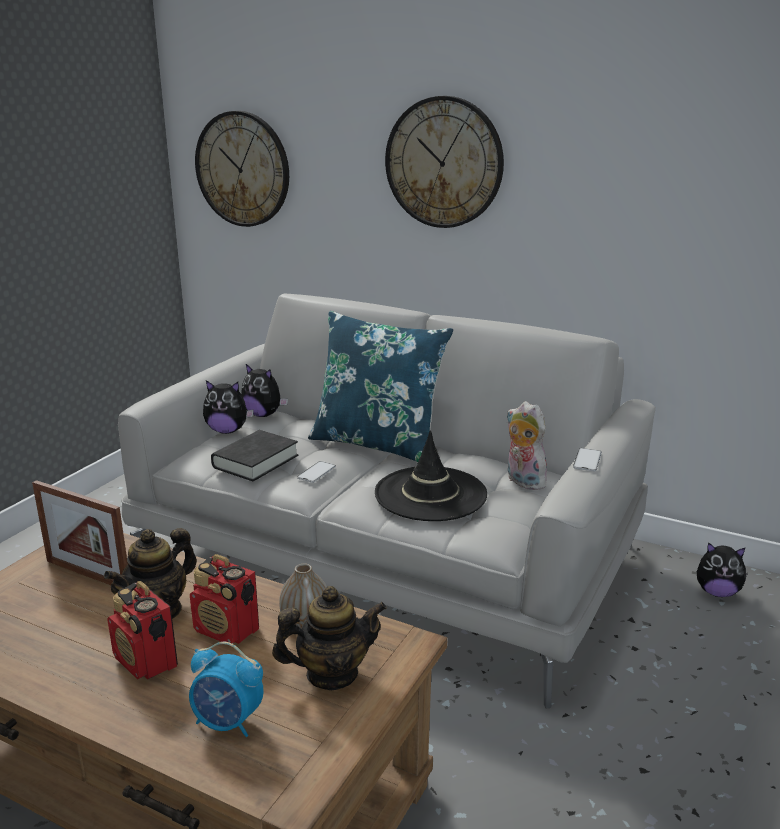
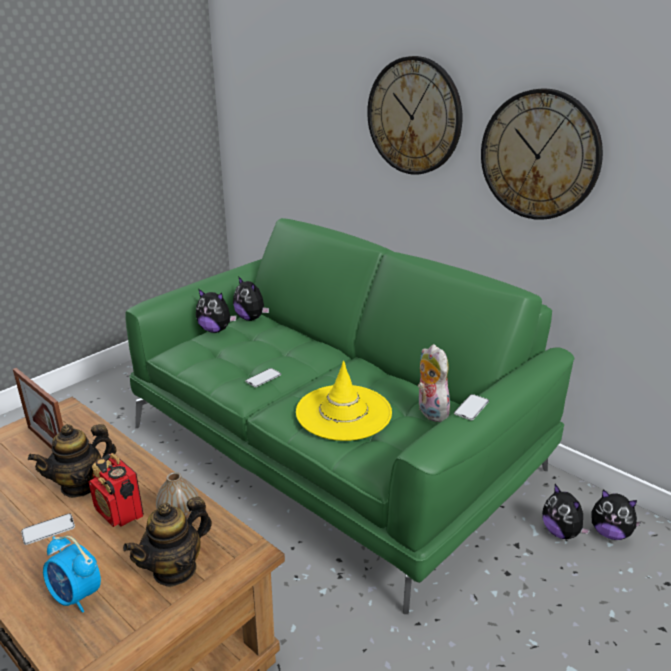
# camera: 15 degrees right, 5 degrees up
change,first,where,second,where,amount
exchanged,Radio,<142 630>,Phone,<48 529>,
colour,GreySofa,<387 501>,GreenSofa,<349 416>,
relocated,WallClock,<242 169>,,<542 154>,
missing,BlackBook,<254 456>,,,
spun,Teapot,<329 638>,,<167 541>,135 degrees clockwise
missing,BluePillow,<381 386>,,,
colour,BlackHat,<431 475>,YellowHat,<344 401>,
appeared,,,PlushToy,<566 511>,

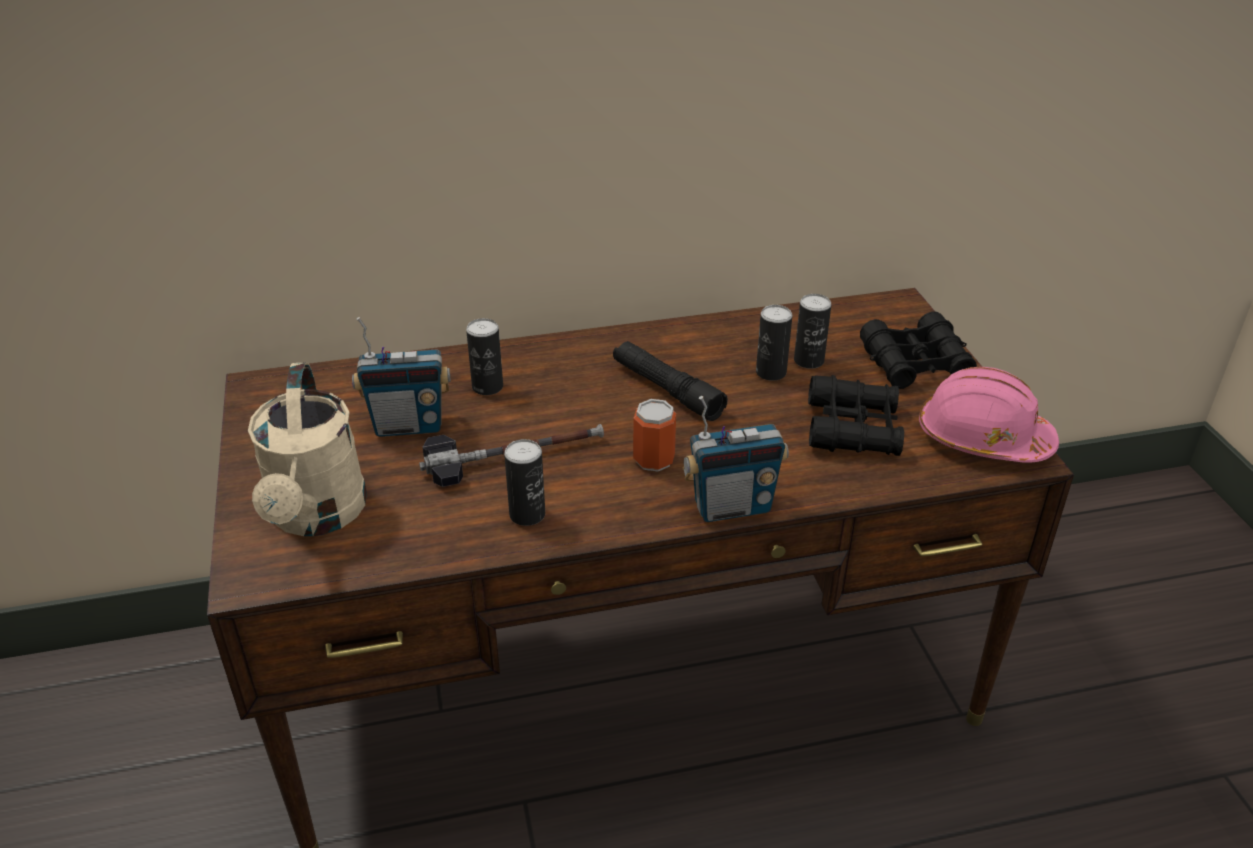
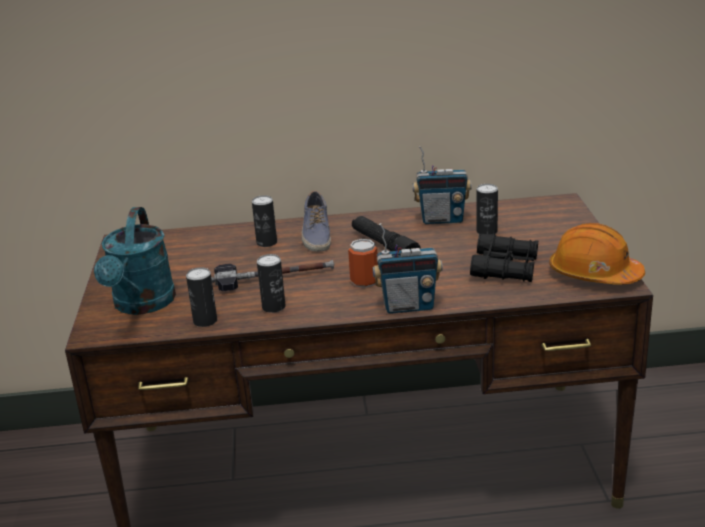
# camera: 10 degrees right, 10 degrees down
change,first,where,second,where,amount
colour,BeigeWateringCan,<307 449>,TurquoiseWateringCan,<135 261>,
relocated,Radio,<401 377>,,<442 185>,
relocated,Can,<774 343>,,<201 297>,
missing,BlackBinoculars,<918 350>,,,
colour,PinkHardHat,<989 415>,OrangeHardHat,<597 254>,
appeared,,,Shoe,<316 221>,

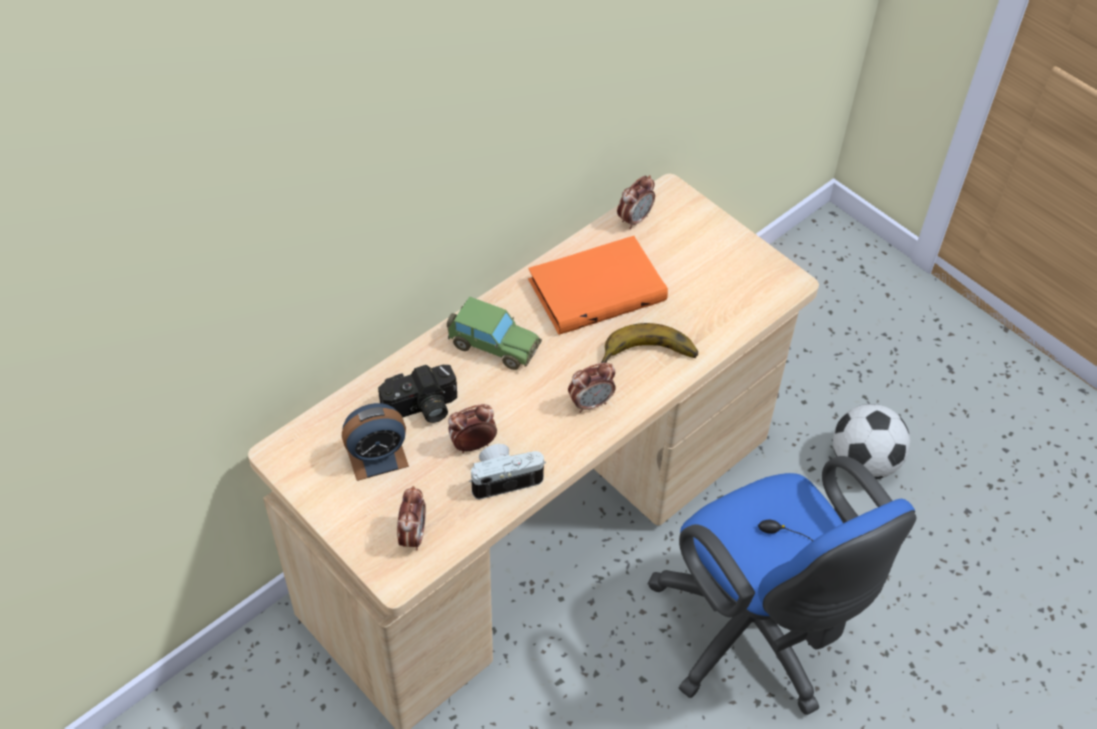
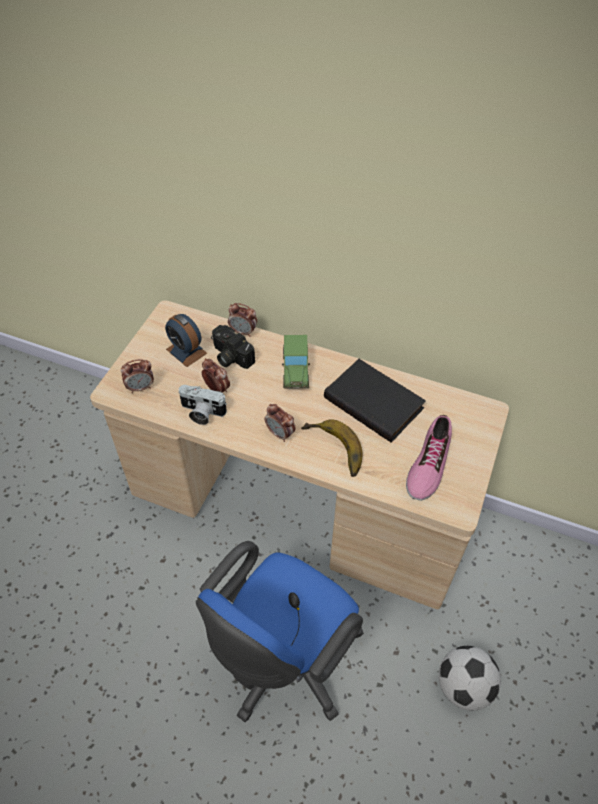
# camera: 65 degrees right, 0 degrees up
change,first,where,second,where,amount
spun,PhotoCamera,<507 472>,,<202 405>,150 degrees clockwise
colour,OrangeBook,<598 285>,BlackBook,<375 401>,
relocated,AlarmClock,<636 202>,,<242 320>,
appeared,,,Shoe,<429 458>,

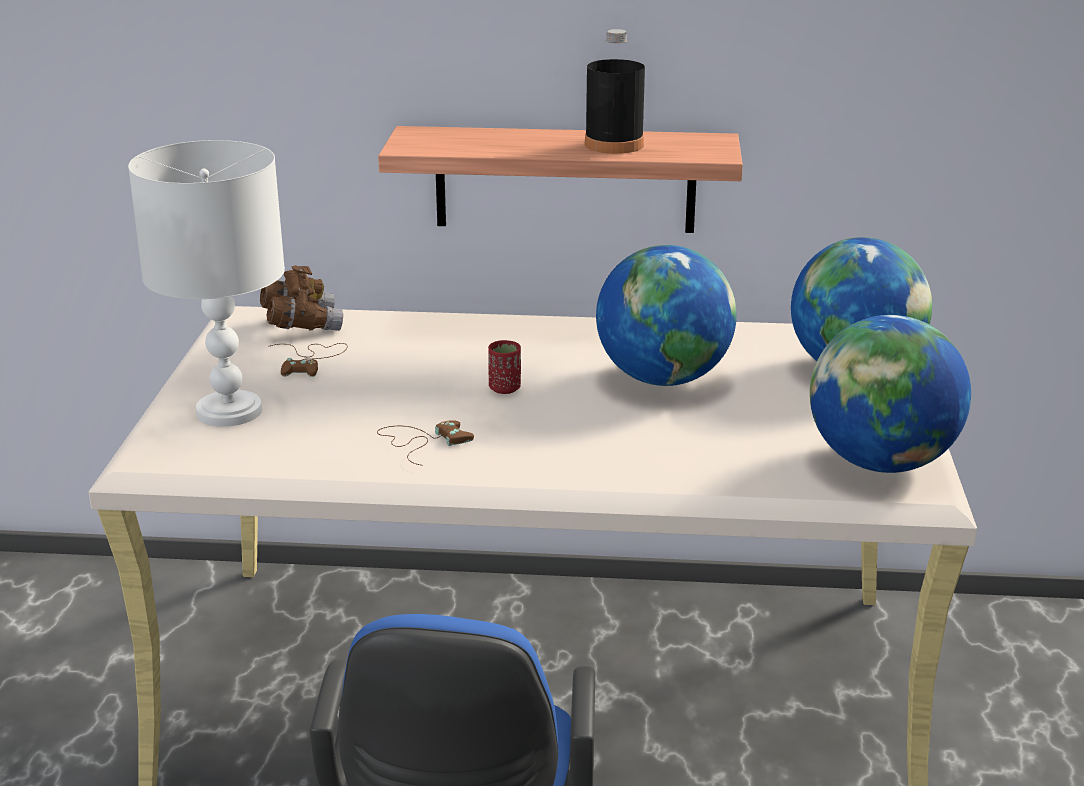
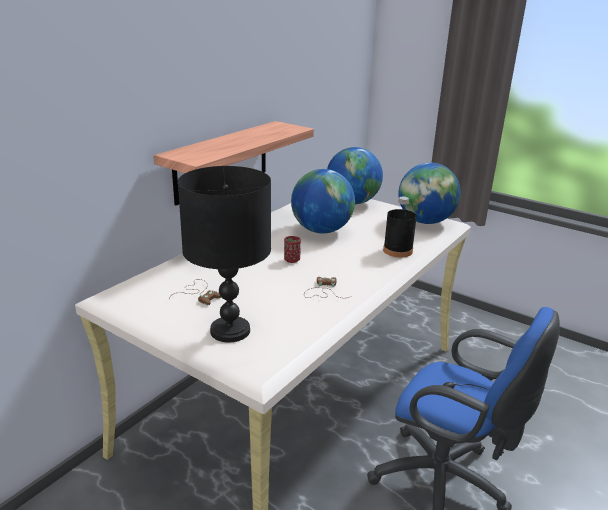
# camera: 60 degrees left, 0 degrees up
change,first,where,second,where,amount
colour,WhiteTableLamp,<206 283>,BlackTableLamp,<224 254>,
missing,BrownBinoculars,<301 298>,,,
relocated,BlackBottle,<615 91>,,<400 227>,

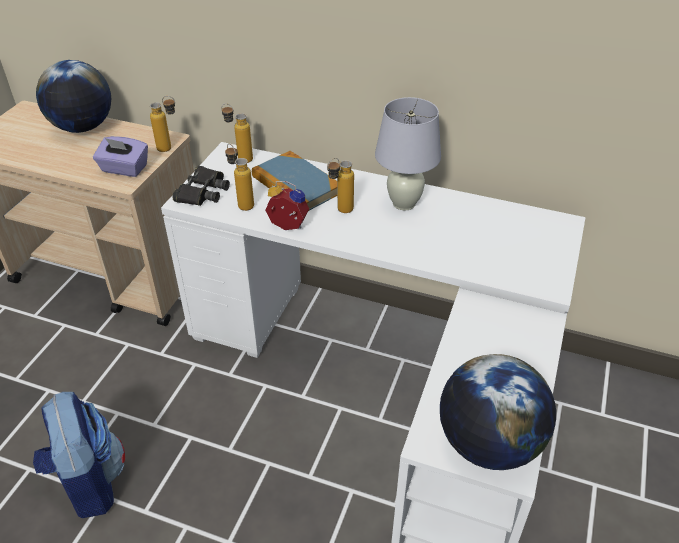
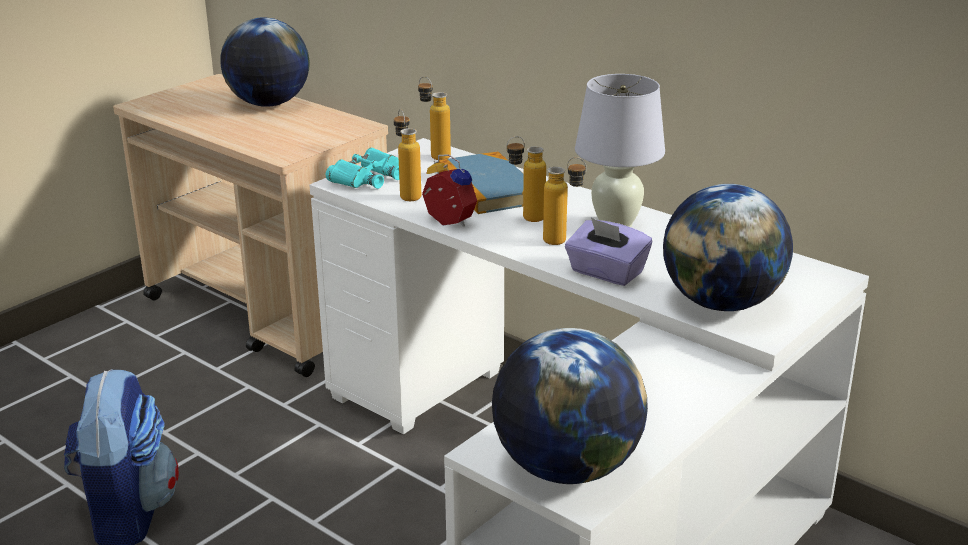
# camera: 20 degrees right, 15 degrees down
change,first,where,second,where,amount
relocated,PurpleTissueBox,<120 156>,,<608 252>,
relocated,Bottle,<162 124>,,<565 201>,
colour,BlackBinoculars,<201 186>,TurquoiseBinoculars,<362 168>,
appeared,,,Globe,<728 247>,

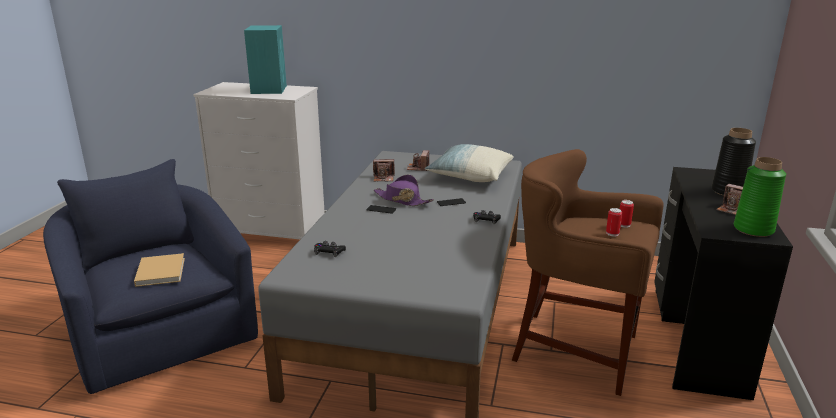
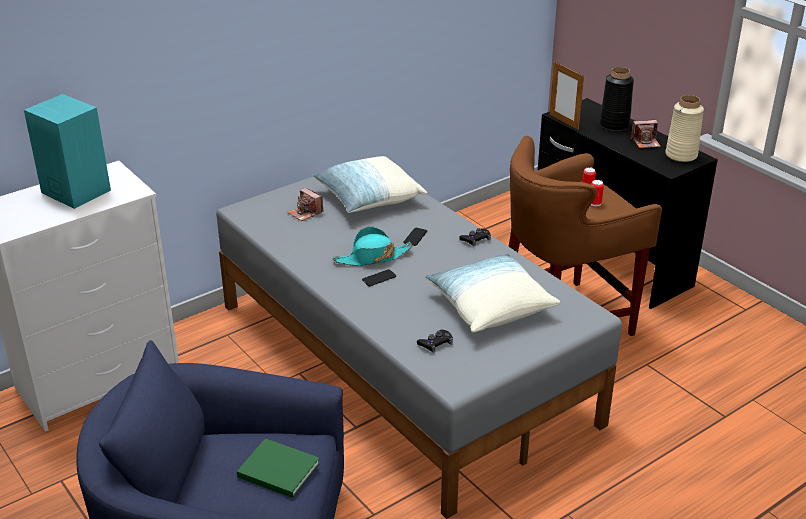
# camera: 50 degrees left, 10 degrees up
change,first,where,second,where,amount
colour,BeigeBook,<159 270>,GreenBook,<278 468>,
missing,PhotoCamera,<384 170>,,,
colour,PurpleHat,<404 190>,TurquoiseHat,<373 246>,
colour,GreenVase,<760 197>,BeigeVase,<684 128>,
appeared,,,Pillow,<492 292>,
appeared,,,PictureFrame,<567 96>,

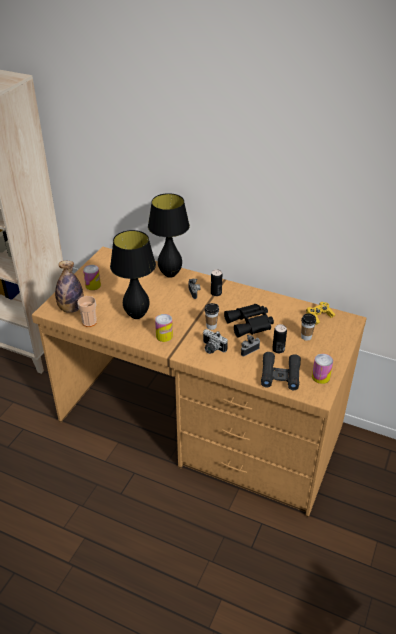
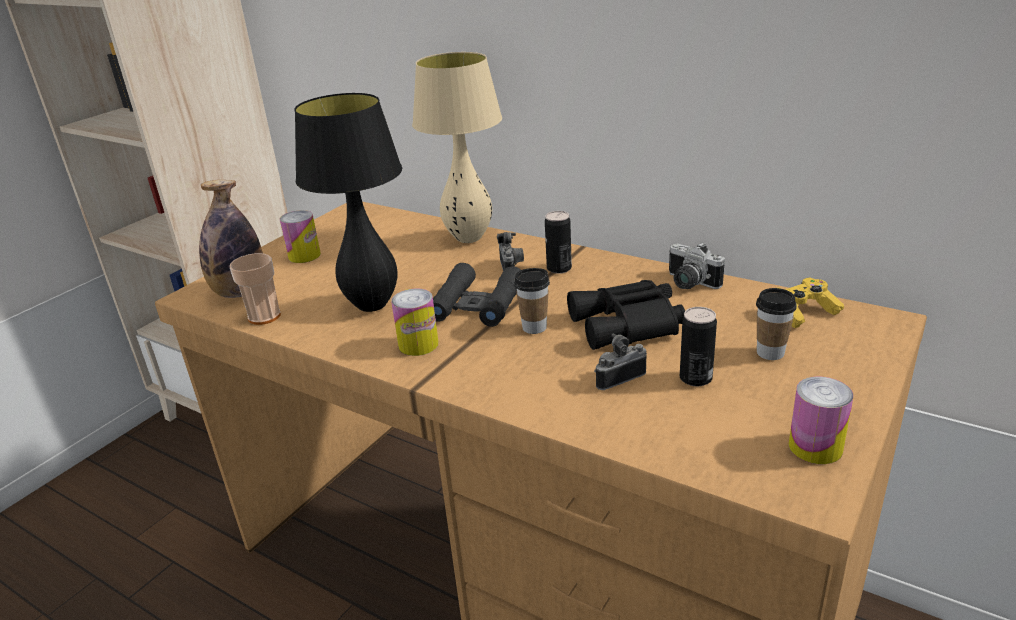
# camera: 10 degrees right, 10 degrees down
change,first,where,second,where,amount
colour,BlackTableLamp,<169 235>,BeigeTableLamp,<457 147>,
relocated,PhotoCamera,<215 341>,,<697 265>,
relocated,BlackBinoculars,<281 371>,,<477 295>,

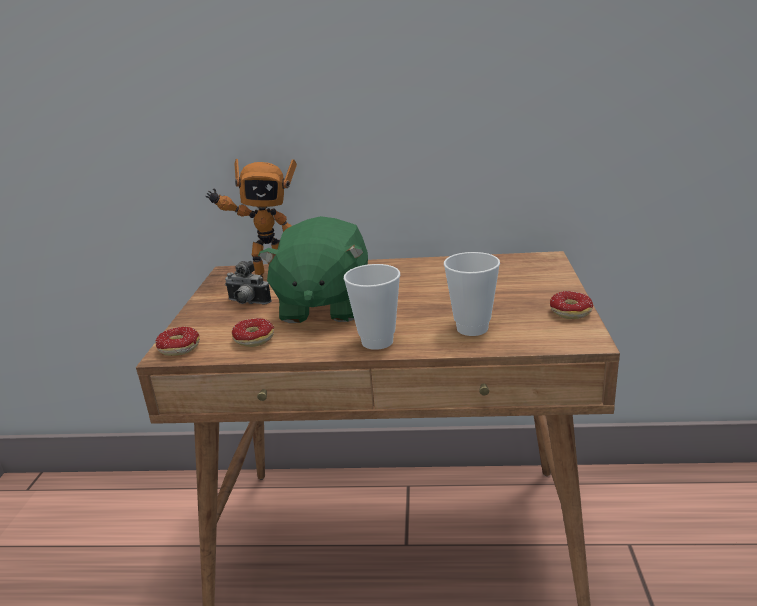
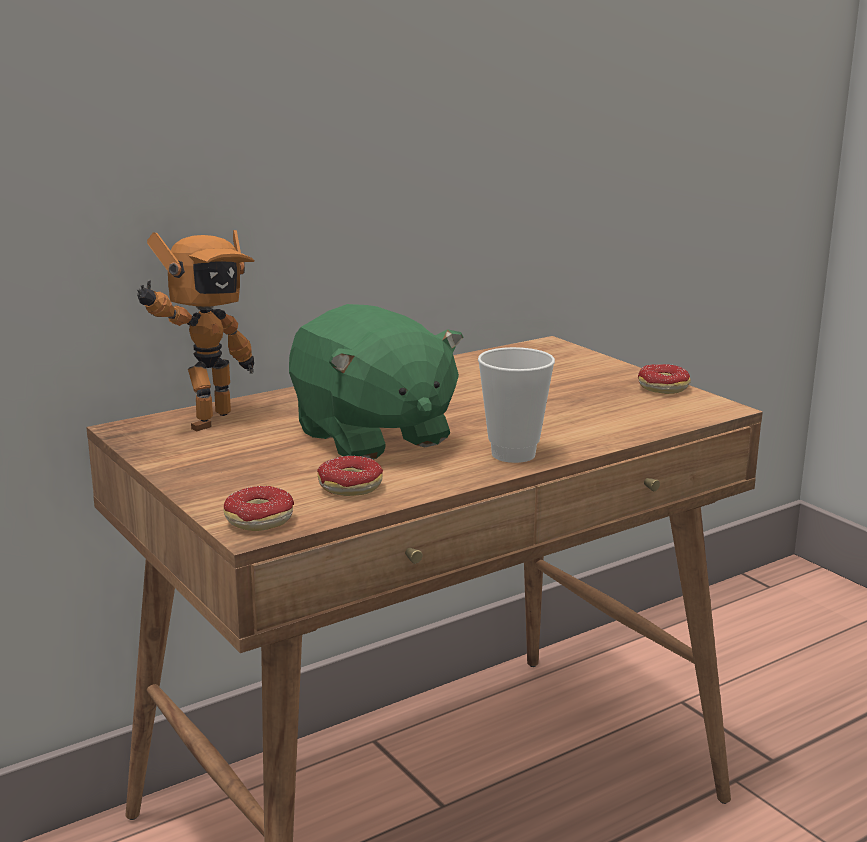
# camera: 40 degrees left, 5 degrees down
change,first,where,second,where,amount
missing,PhotoCamera,<248 283>,,,
missing,Cup,<472 294>,,,

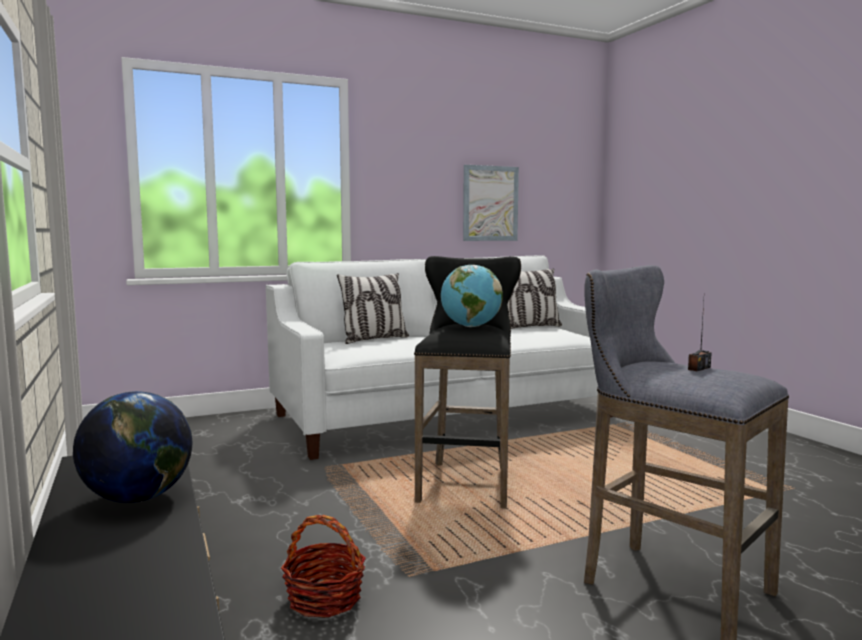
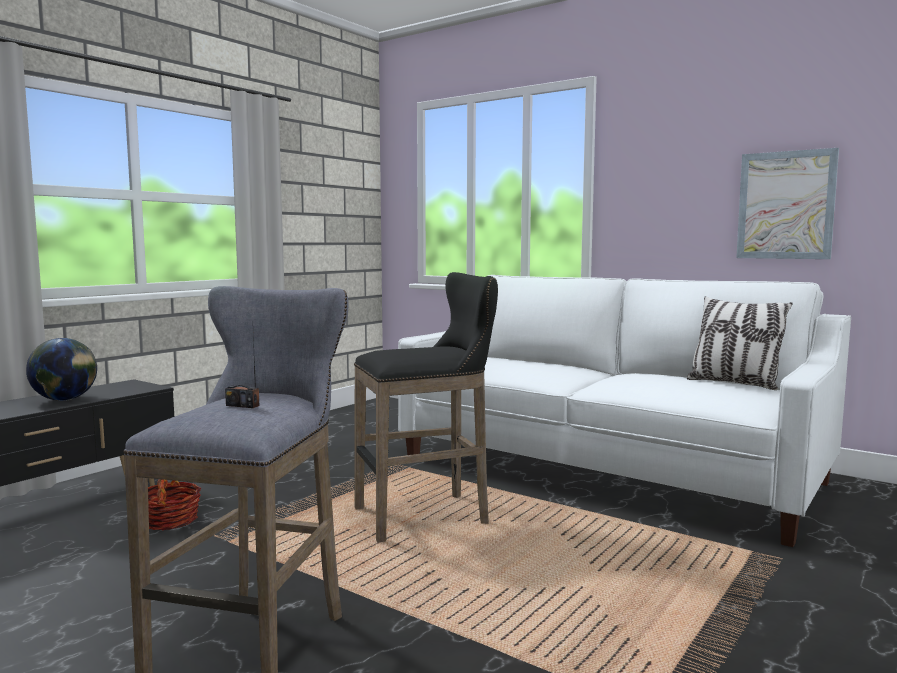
# camera: 60 degrees right, 0 degrees up
change,first,where,second,where,amount
missing,Pillow,<373 308>,,,
missing,Globe,<472 296>,,,

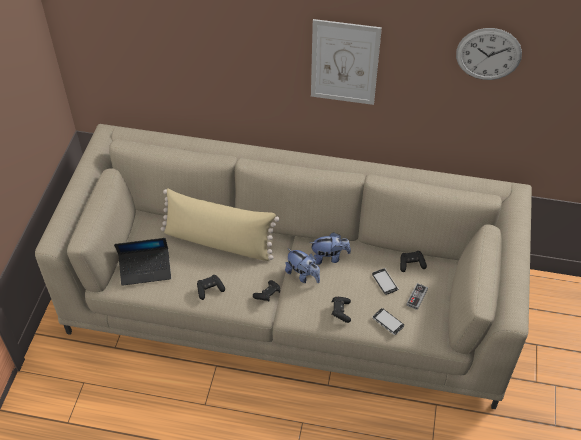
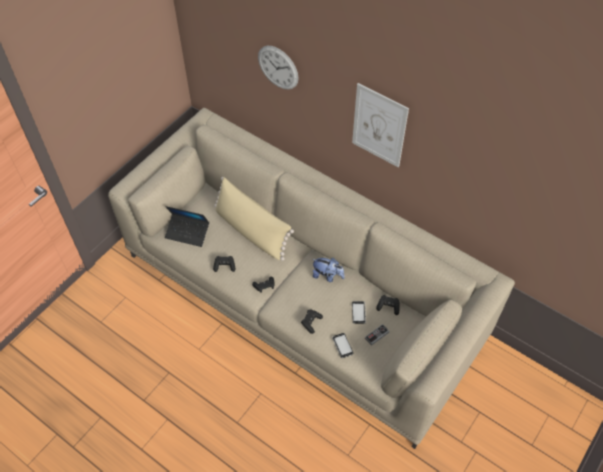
# camera: 25 degrees right, 5 degrees up
change,first,where,second,where,amount
missing,PlushToy,<302 265>,,,
relocated,WallClock,<489 54>,,<278 67>,

